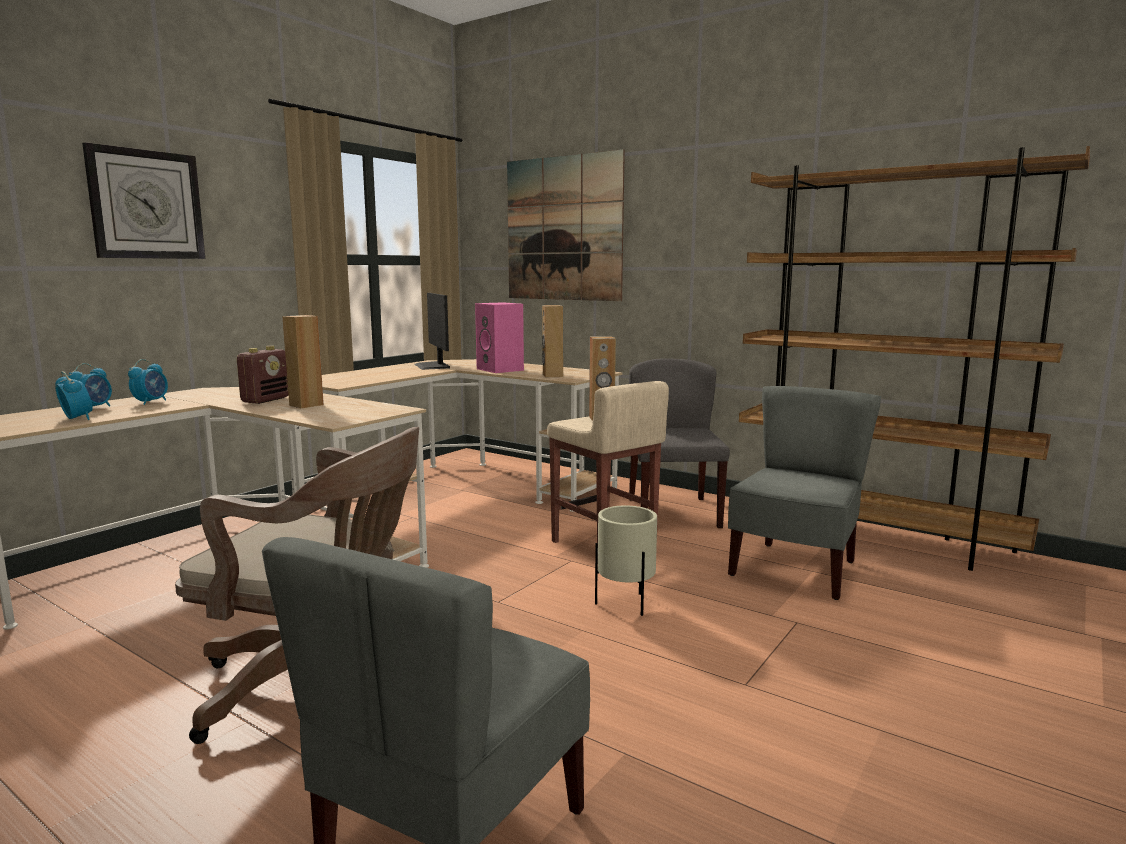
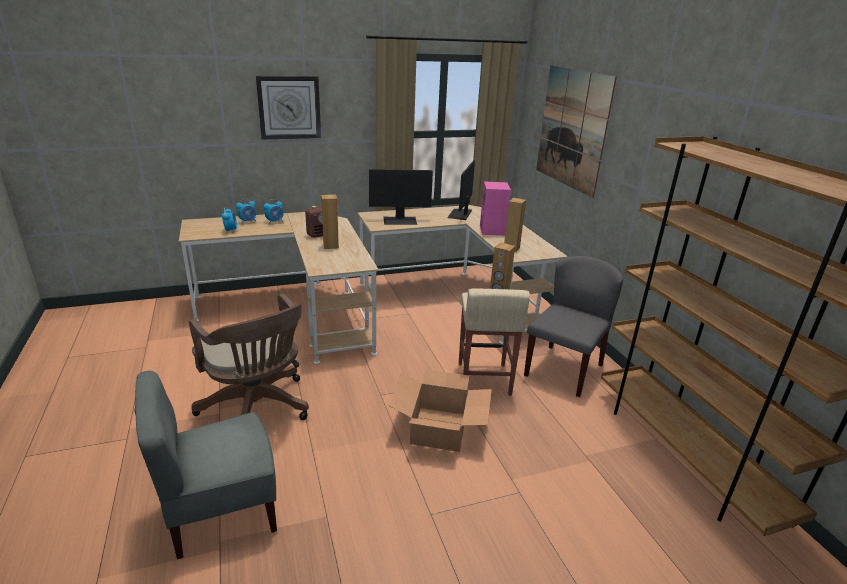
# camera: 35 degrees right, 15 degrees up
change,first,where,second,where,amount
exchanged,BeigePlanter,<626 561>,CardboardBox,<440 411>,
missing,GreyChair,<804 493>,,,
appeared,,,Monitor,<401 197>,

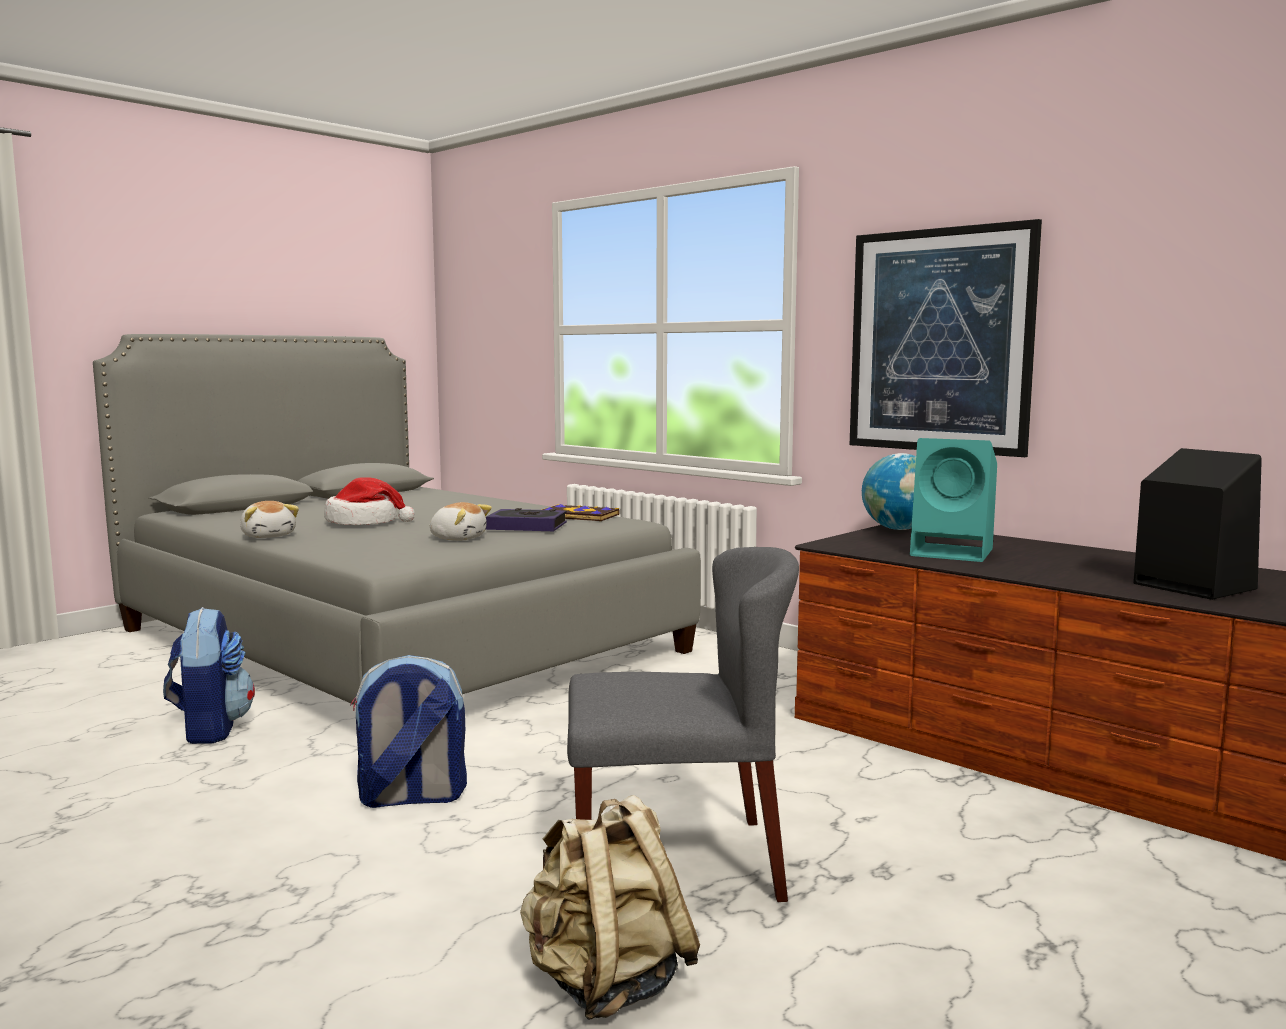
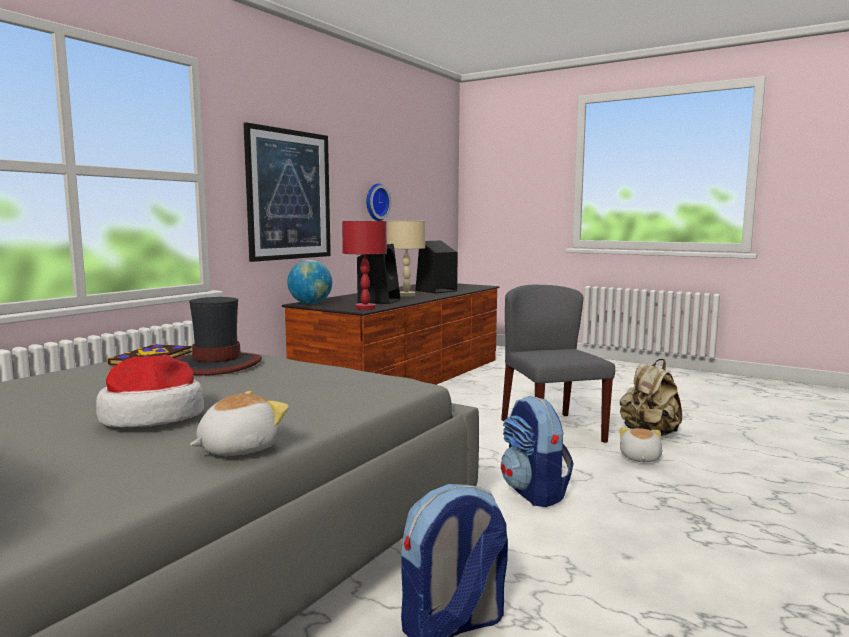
# camera: 100 degrees left, 0 degrees up
change,first,where,second,where,amount
relocated,PlushToy,<460 521>,,<641 444>,
exchanged,Book,<526 519>,Hat,<218 336>,
colour,TurquoiseSpeaker,<953 500>,BlackSpeaker,<379 274>,
appeared,,,RedTableLamp,<364 265>,
appeared,,,WallClock,<378 202>,
appeared,,,BeigeTableLamp,<406 259>,

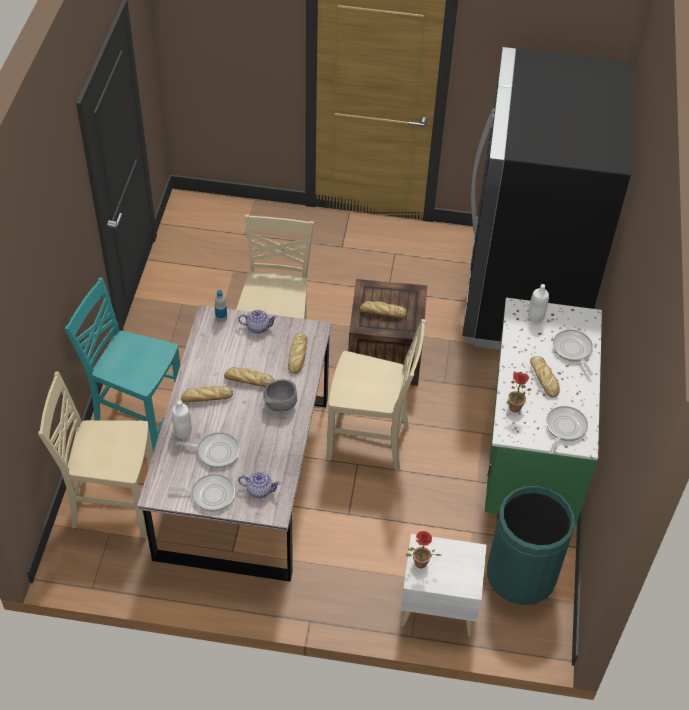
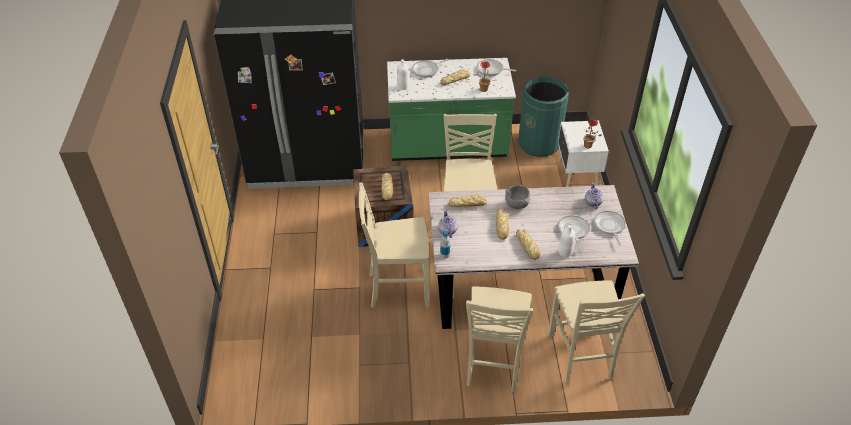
# camera: 100 degrees left, 5 degrees down
change,first,where,second,where,amount
colour,TurquoiseChair,<122 365>,BeigeChair,<499 339>,

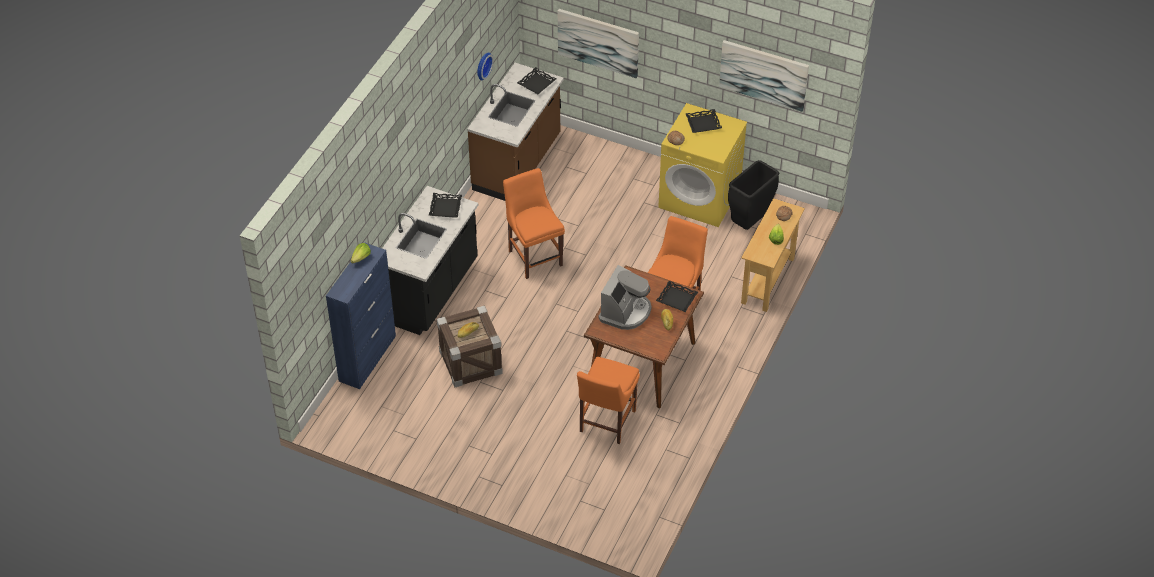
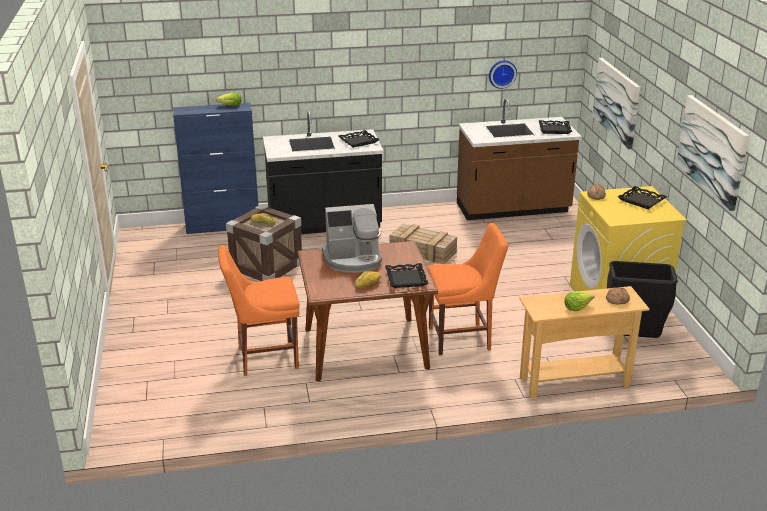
# camera: 55 degrees right, 20 degrees down
change,first,where,second,where,amount
exchanged,OrangeChair,<534 223>,Crate,<423 243>,

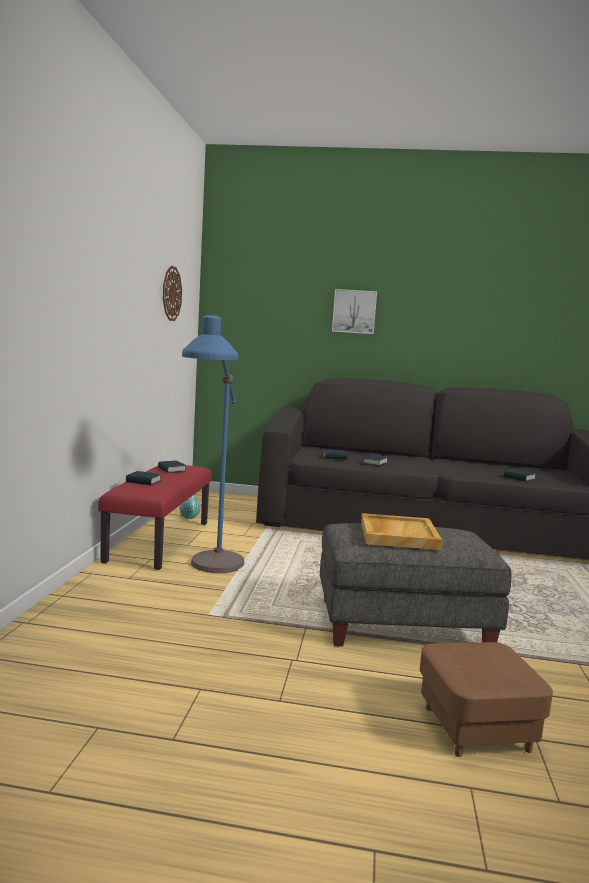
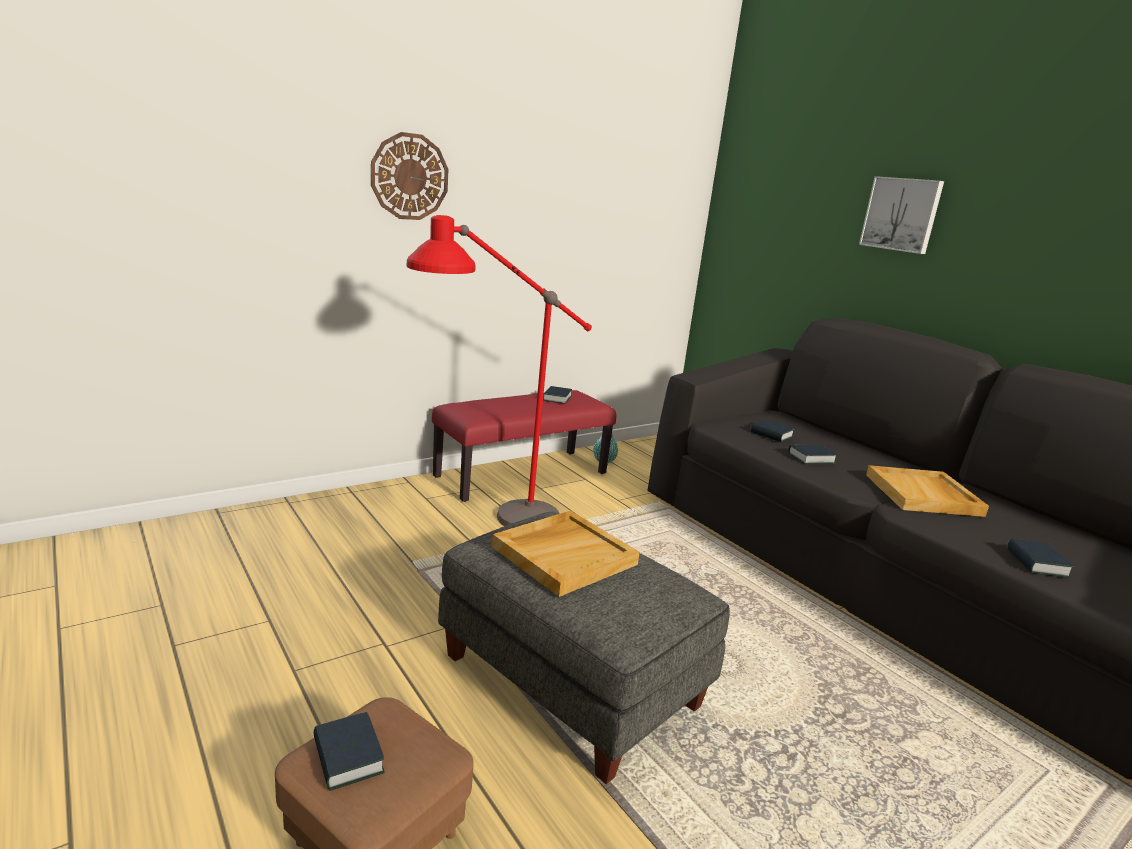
# camera: 45 degrees right, 10 degrees up
change,first,where,second,where,amount
relocated,Book,<143 478>,,<349 751>,
relocated,WallClock,<172 293>,,<410 176>,
colour,BlueFloorLamp,<213 444>,RedFloorLamp,<499 370>,
appeared,,,BeigeTray,<927 491>,

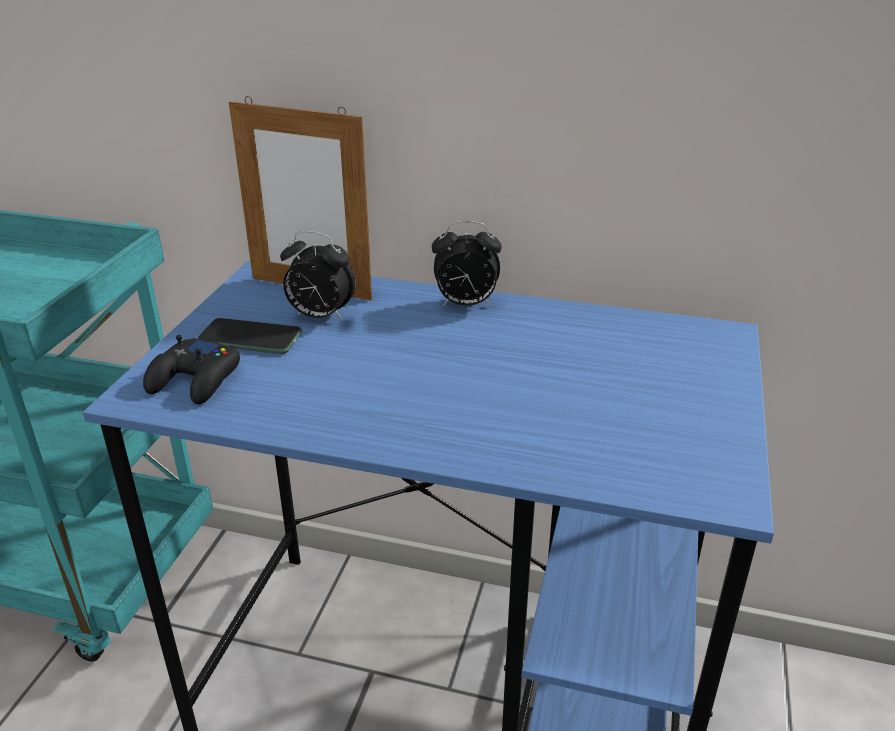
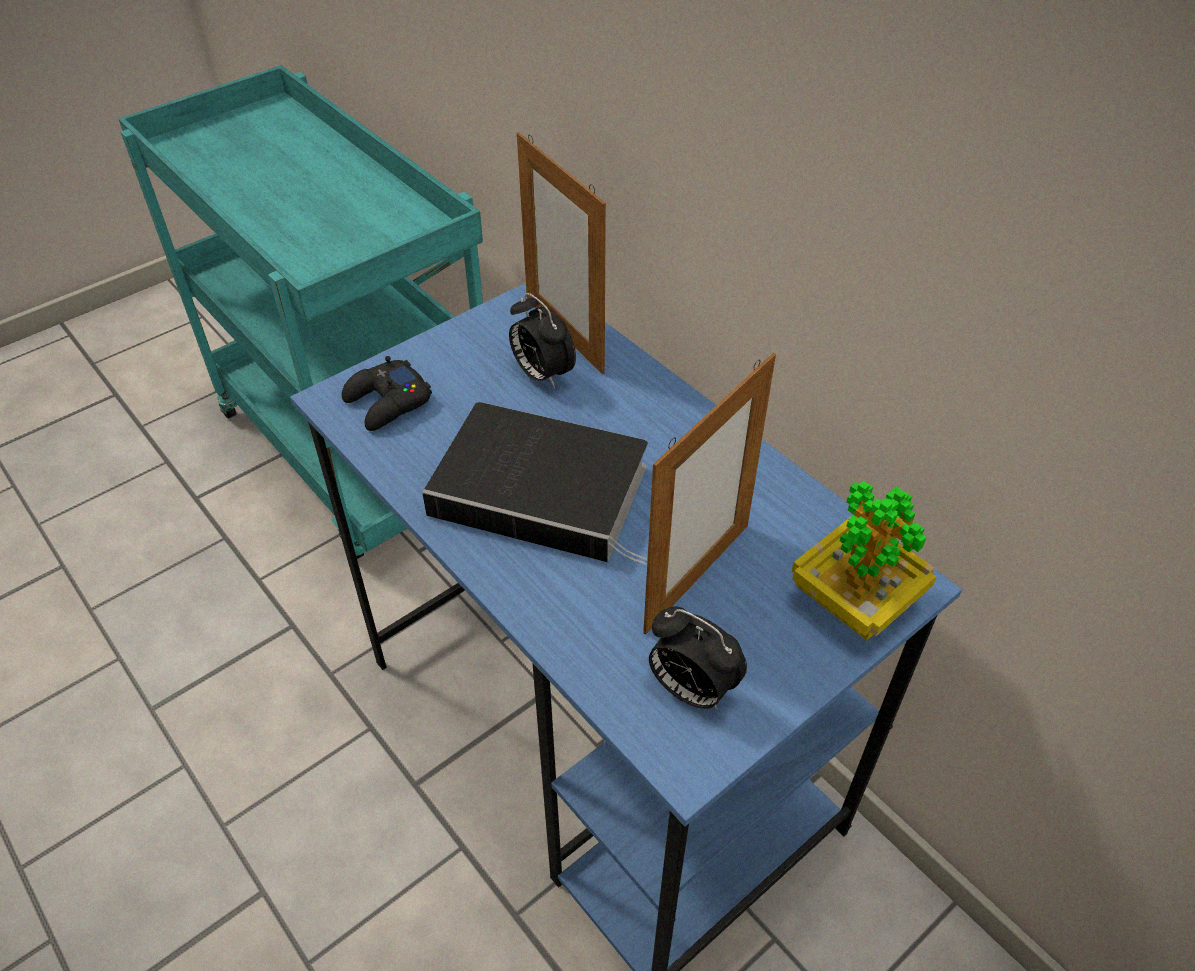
# camera: 35 degrees right, 15 degrees up
change,first,where,second,where,amount
missing,Phone,<249 336>,,,
relocated,AlarmClock,<467 263>,,<698 658>,
appeared,,,Book,<535 483>,
appeared,,,PictureFrame,<709 494>,
appeared,,,PottedPlant,<864 560>,

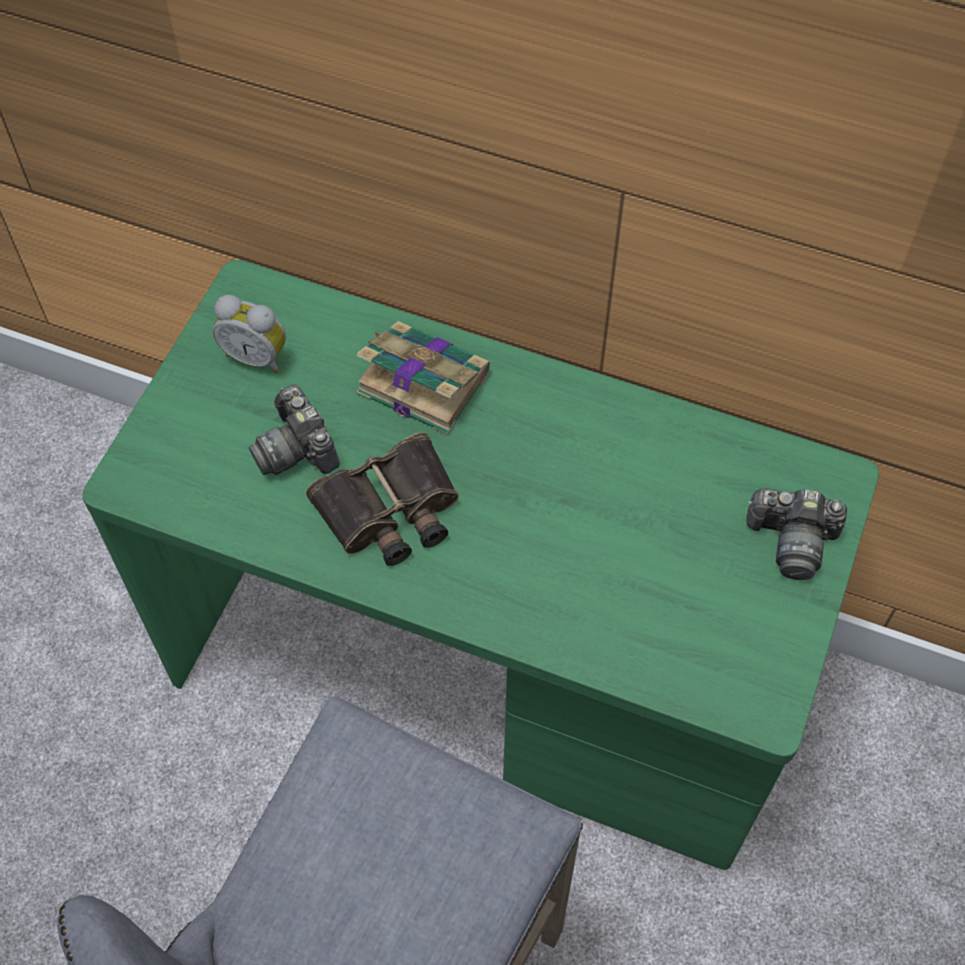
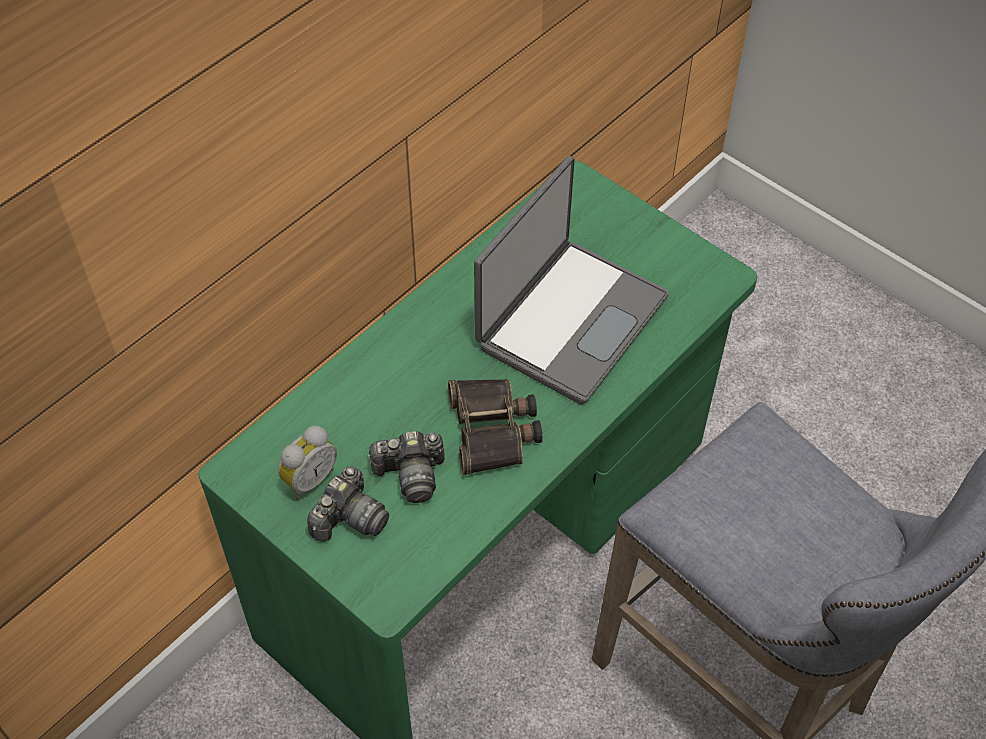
# camera: 70 degrees left, 5 degrees down
change,first,where,second,where,amount
missing,Book,<423 378>,,,
relocated,PhotoCamera,<796 534>,,<348 504>,
appeared,,,Laptop,<571 280>,

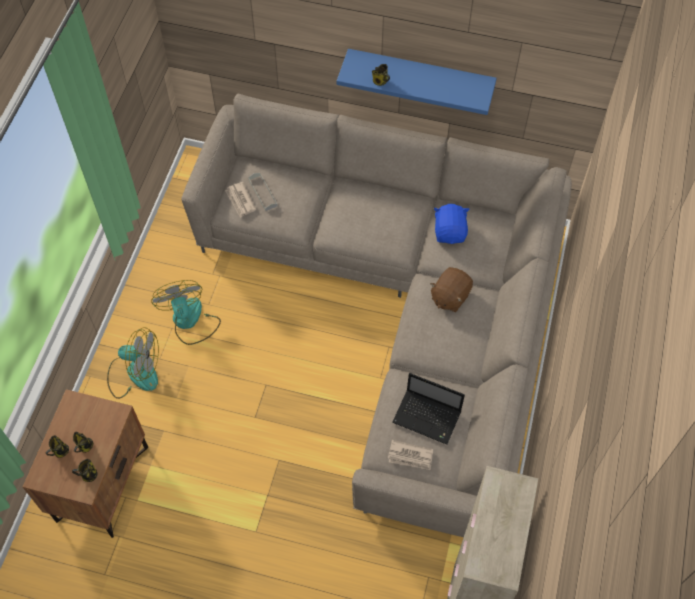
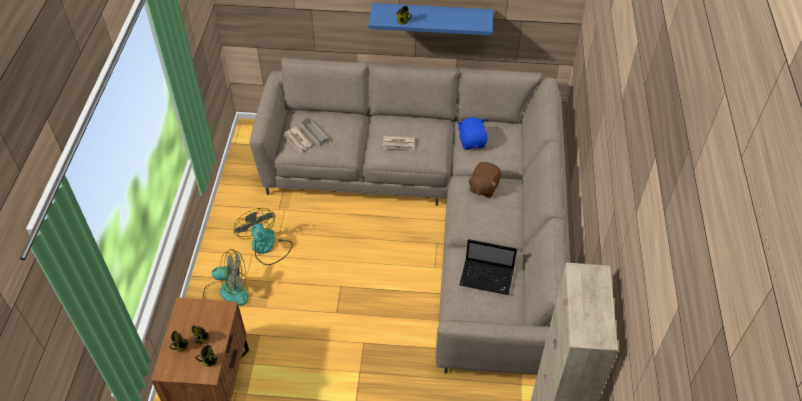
# camera: 10 degrees left, 10 degrees down
change,first,where,second,where,amount
relocated,Newspaper,<410 455>,,<398 142>,

